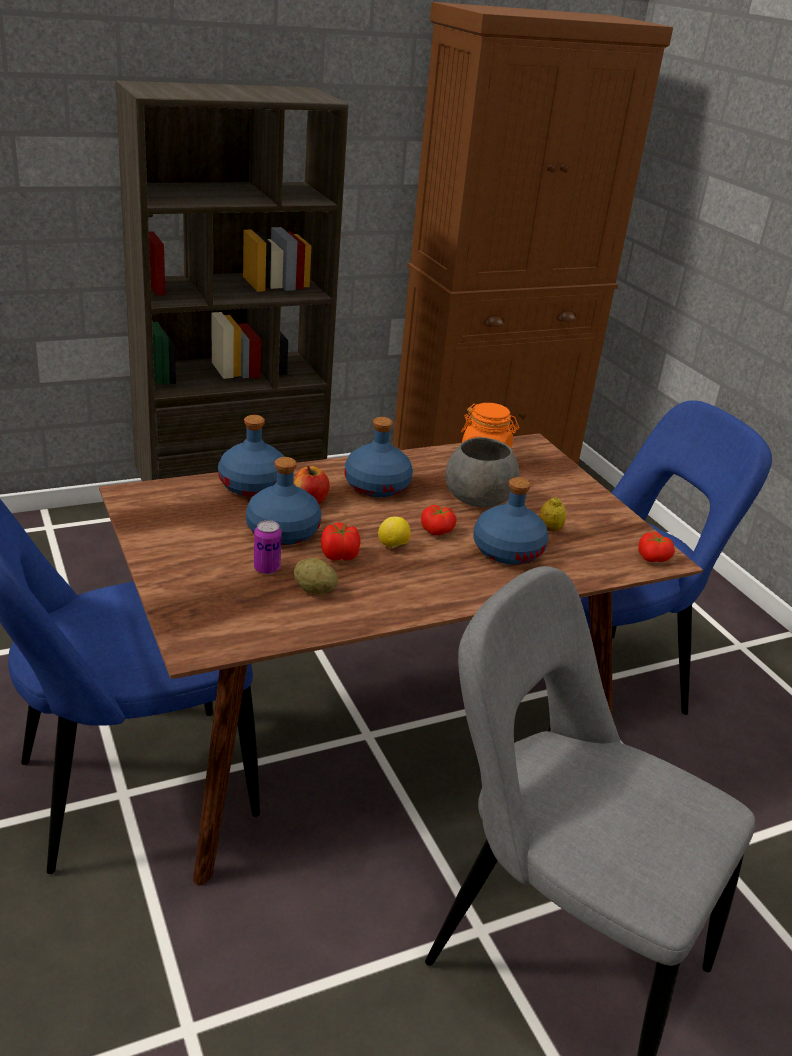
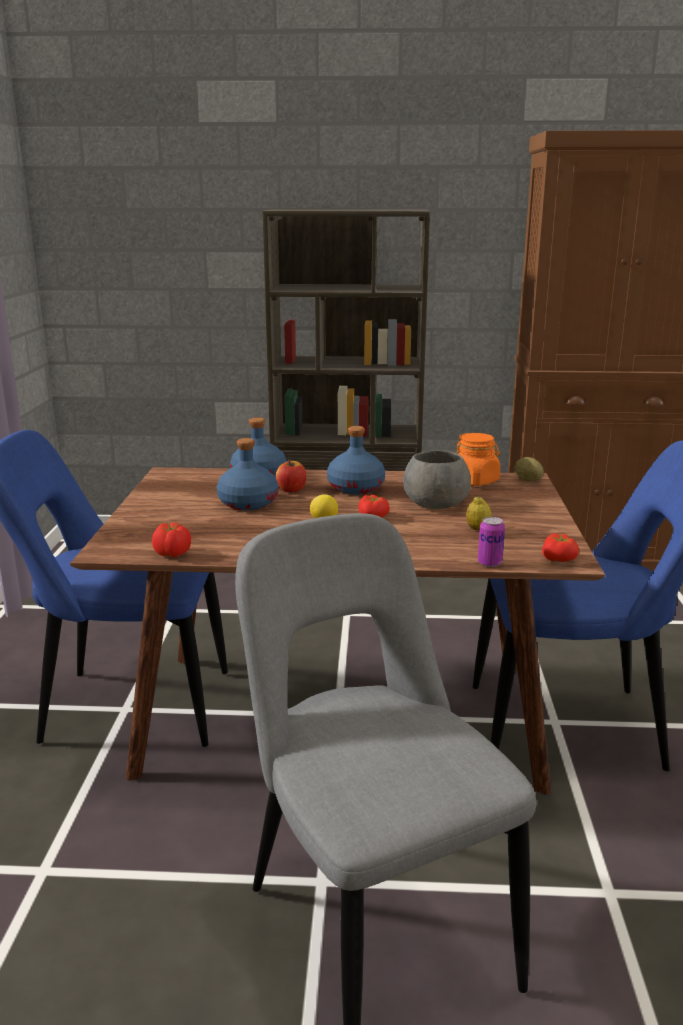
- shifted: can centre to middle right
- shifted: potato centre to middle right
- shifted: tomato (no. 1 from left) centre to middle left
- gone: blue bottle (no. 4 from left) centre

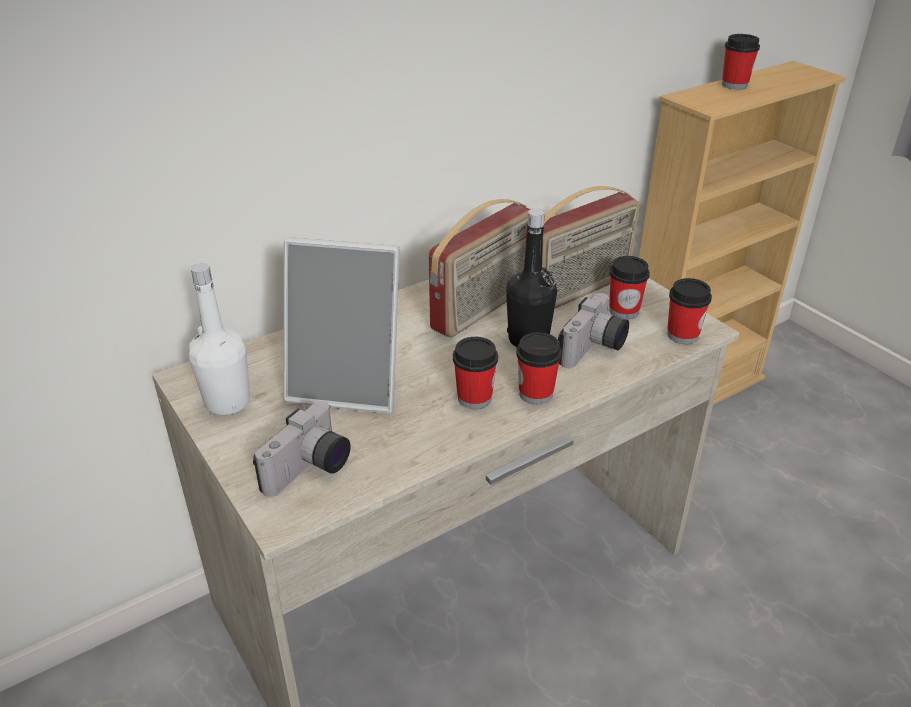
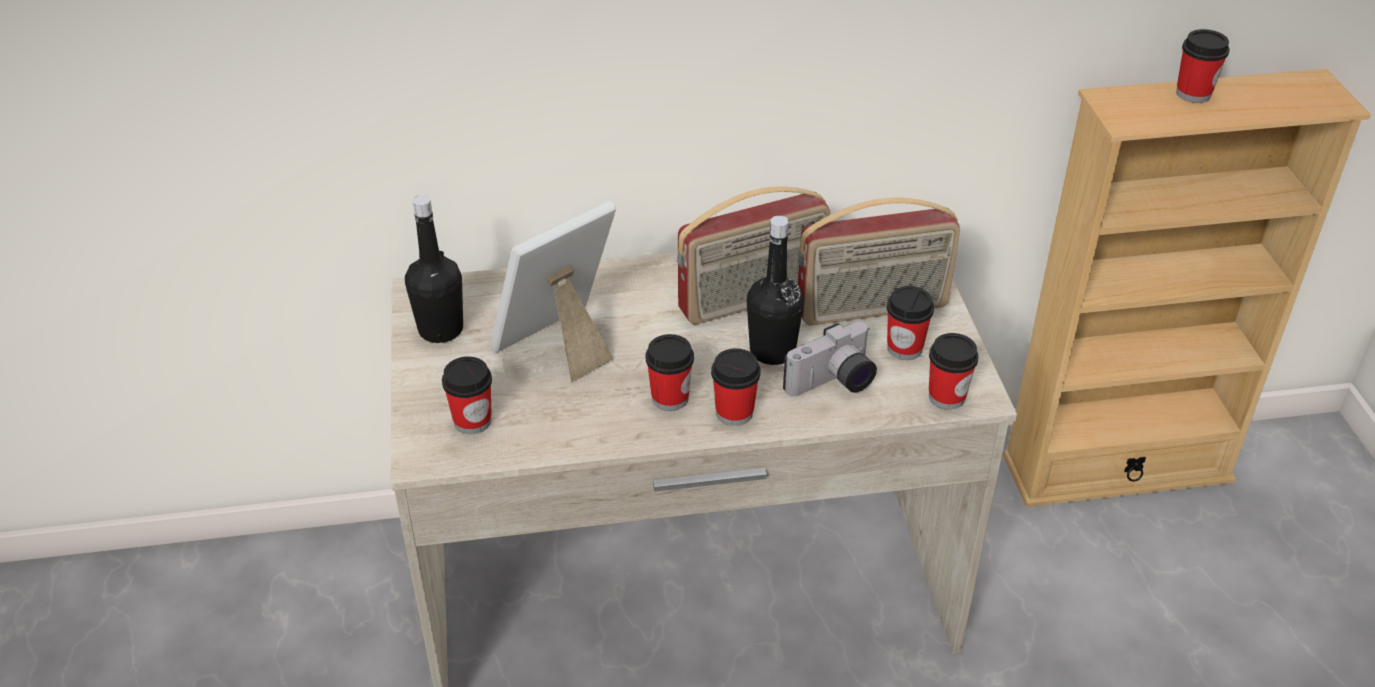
- repainted: white bottle middle left to black bottle (no. 1 from left) middle left
- swapped: photo camera (no. 1 from left) middle left to cup (no. 1 from left) centre
- rotated: picture frame centre = centre 105 degrees clockwise

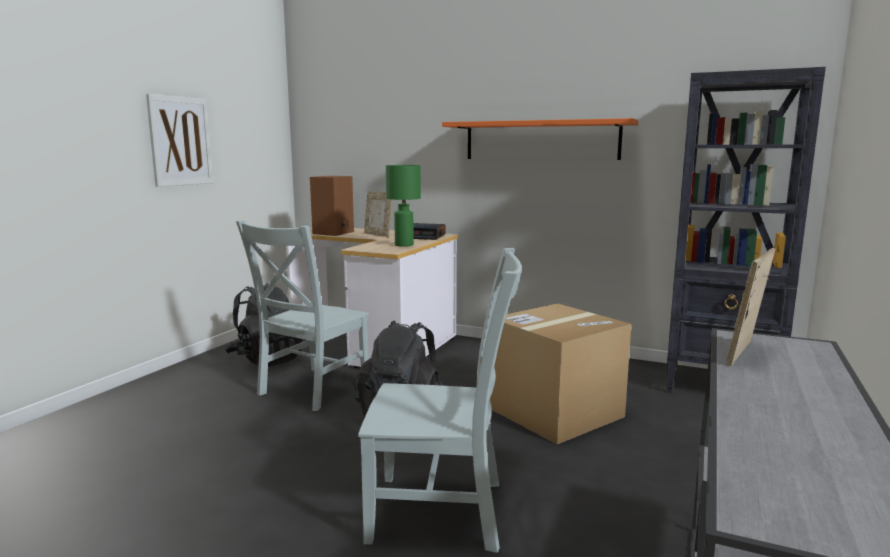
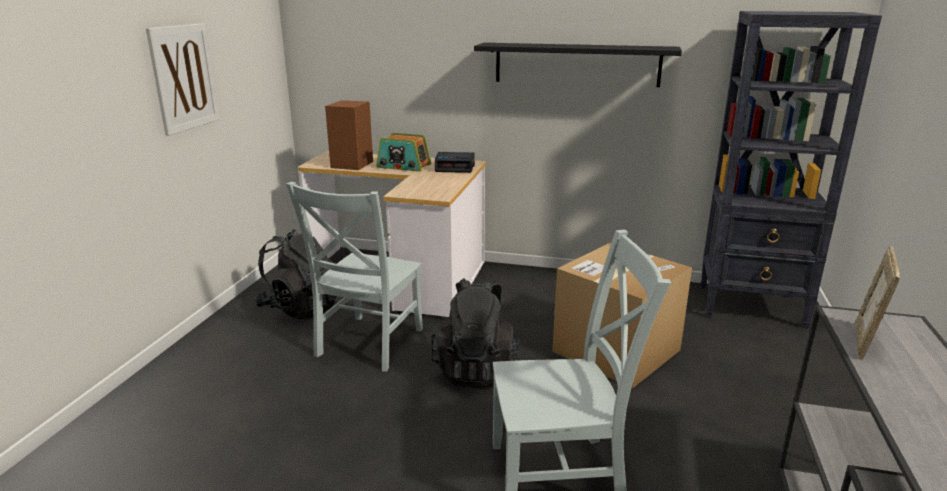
- swapped: picture frame (no. 1 from left) centre to radio top centre
- gone: green table lamp centre
- repainted: orange shelf top centre to black shelf top centre

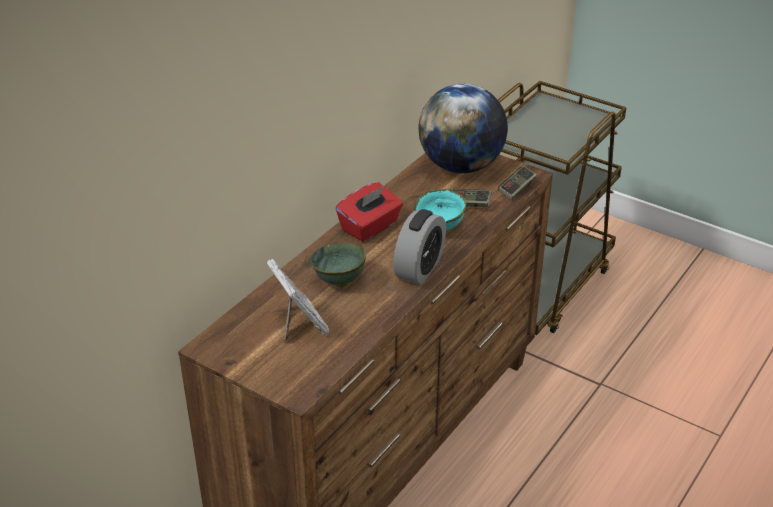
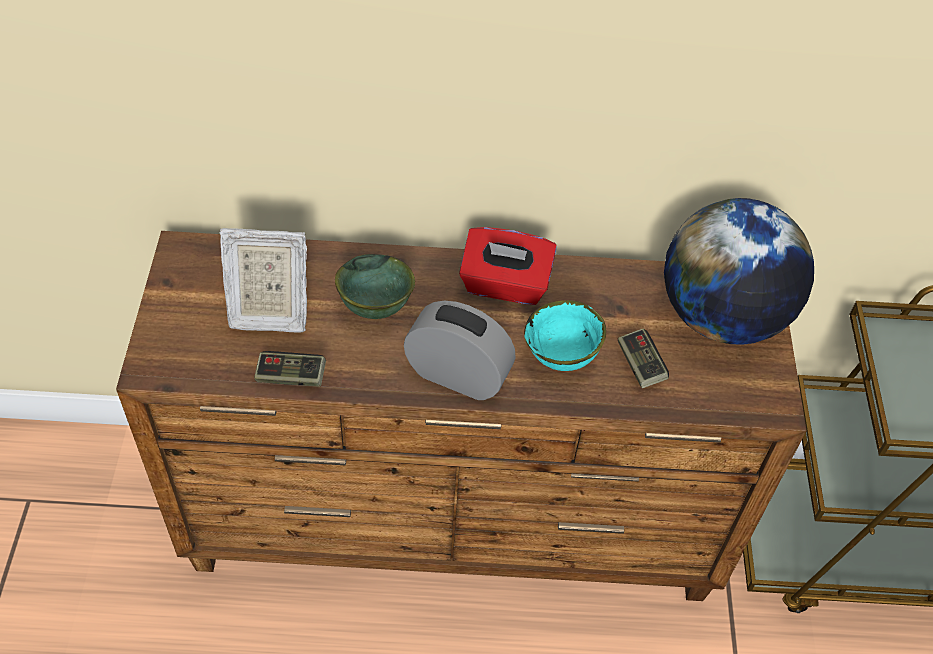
- rotated: picture frame centre = middle left 60 degrees clockwise
- rotated: alarm clock centre = centre 150 degrees counterclockwise
- shifted: game controller (no. 2 from left in the first image) middle right to game controller (no. 1 from left) middle left

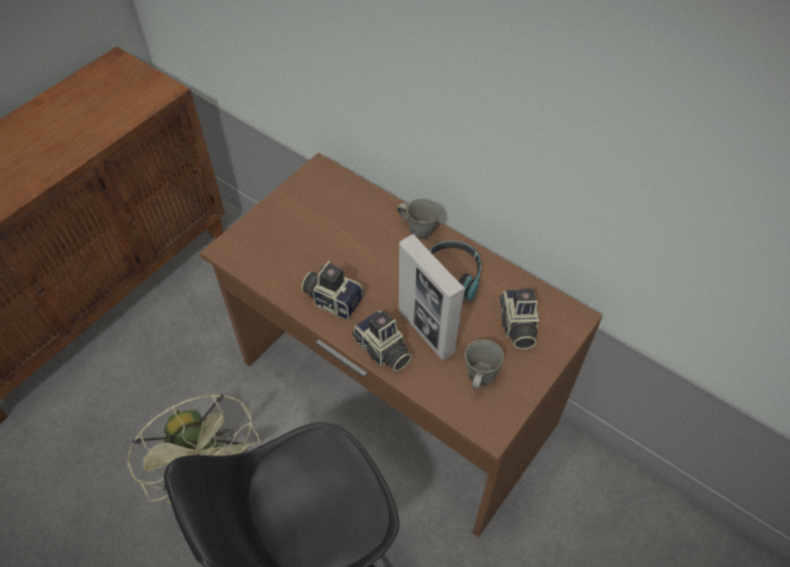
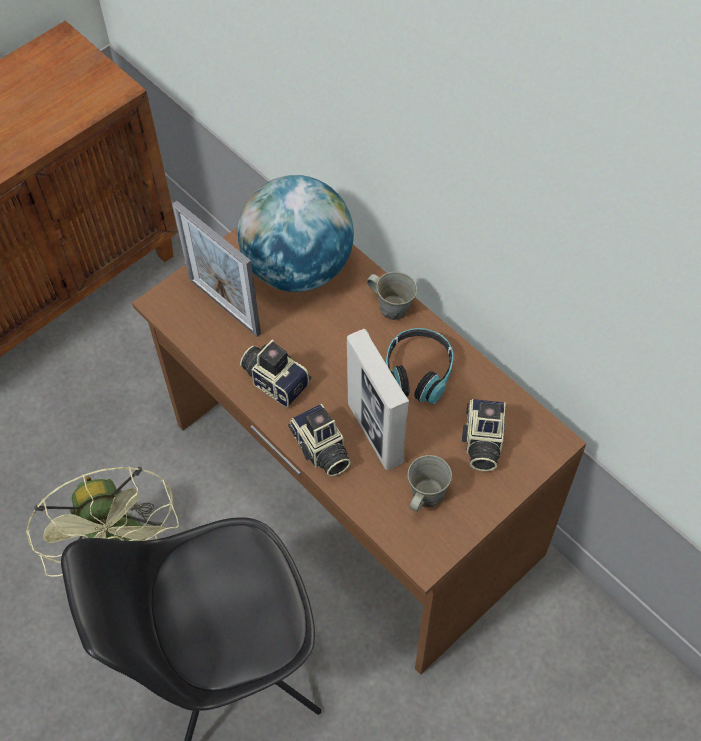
- new: picture frame (no. 1 from left) middle left
- new: globe top centre

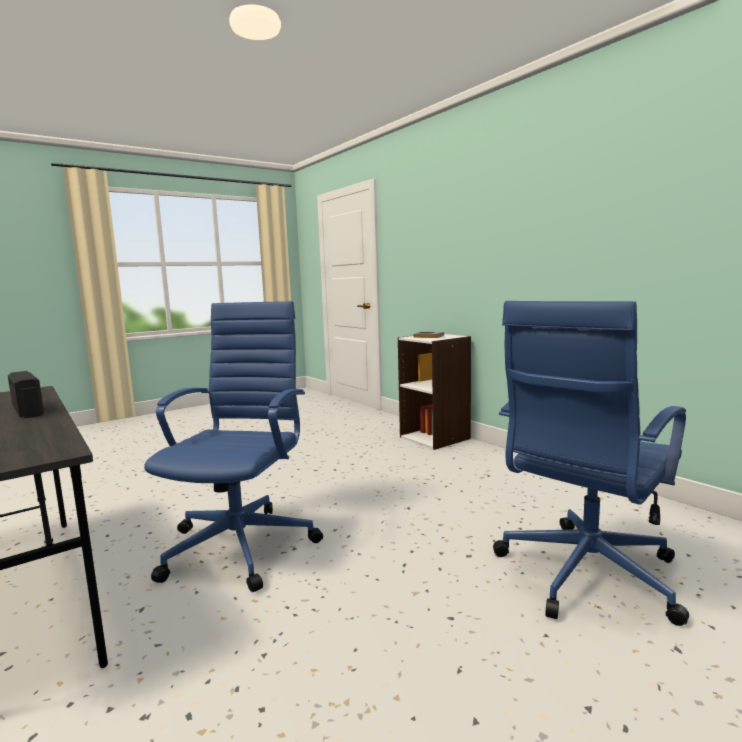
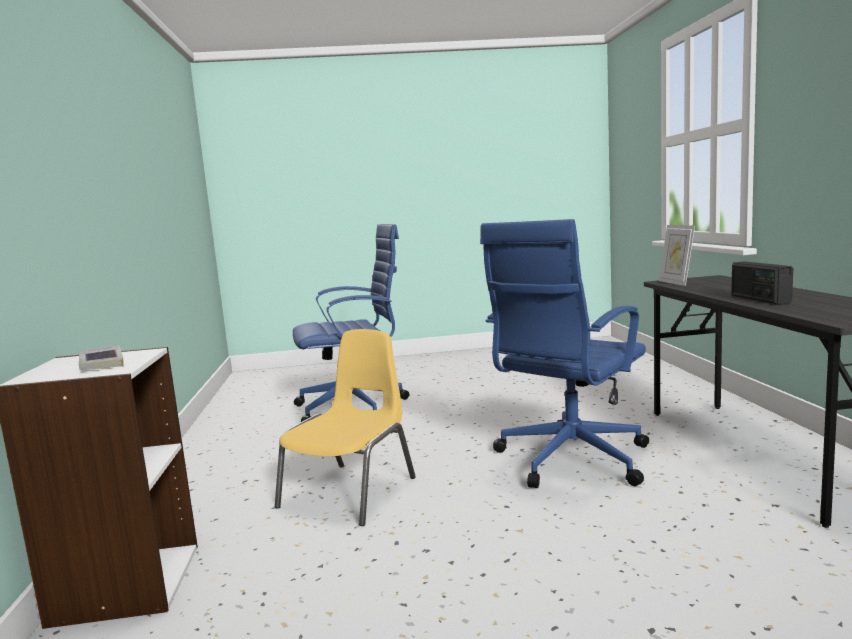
- new: yellow chair bottom centre
- new: picture frame middle right

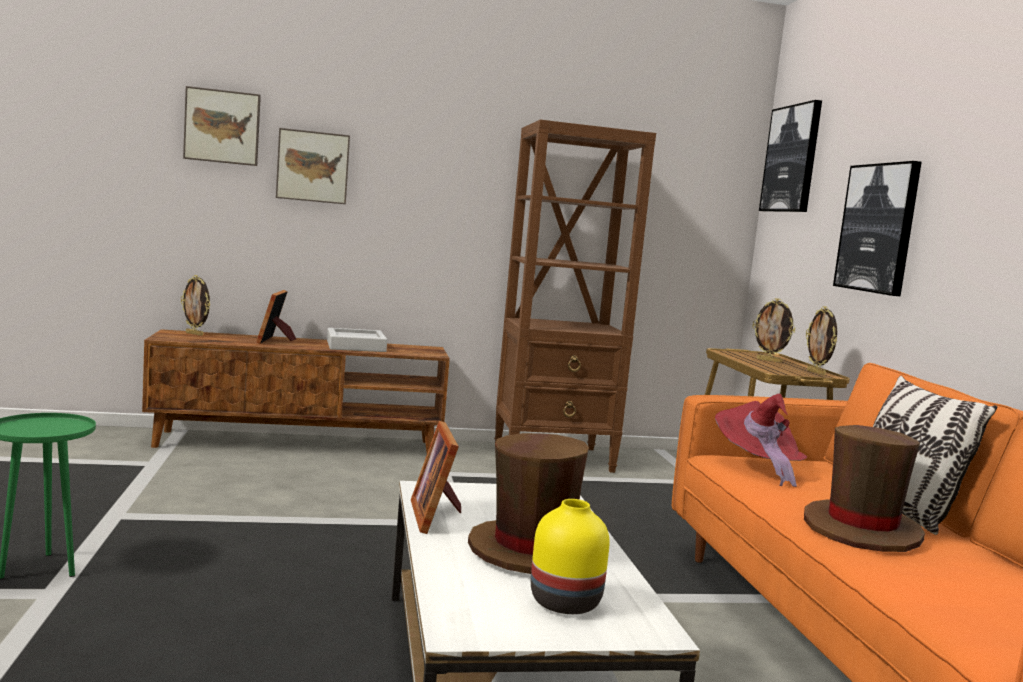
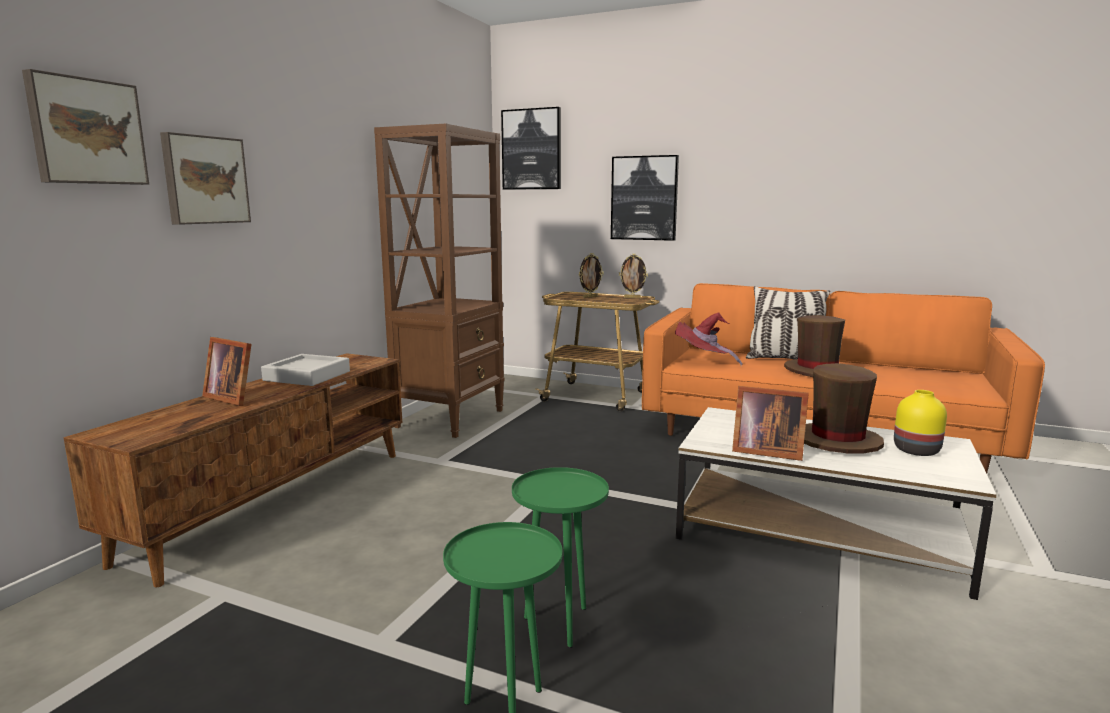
- gone: picture frame (no. 1 from left) middle left
- new: green side table (no. 2 from left) bottom centre

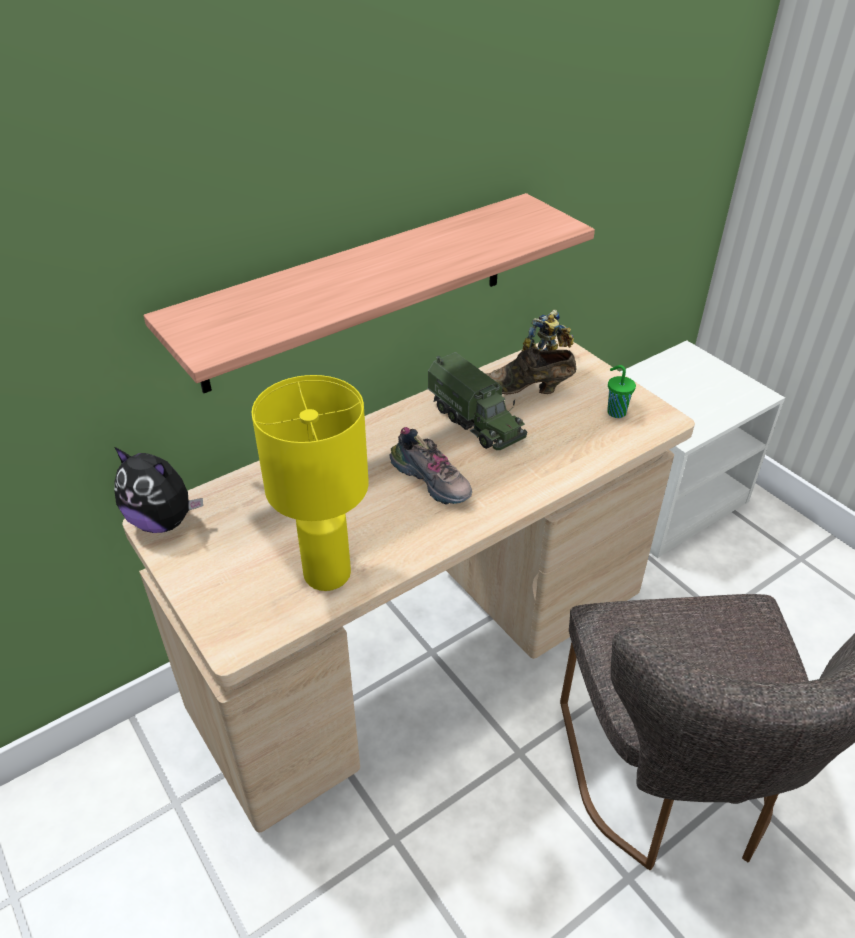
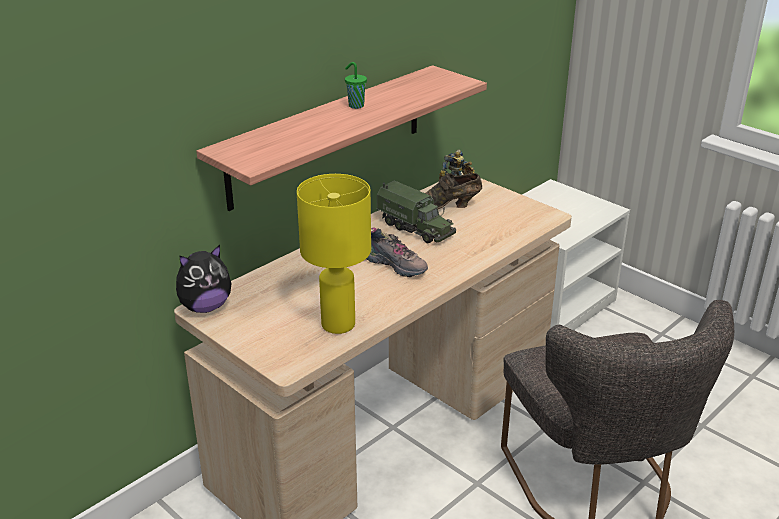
- rotated: plush toy middle left = middle left 45 degrees counterclockwise
- shifted: green cup middle right to top centre

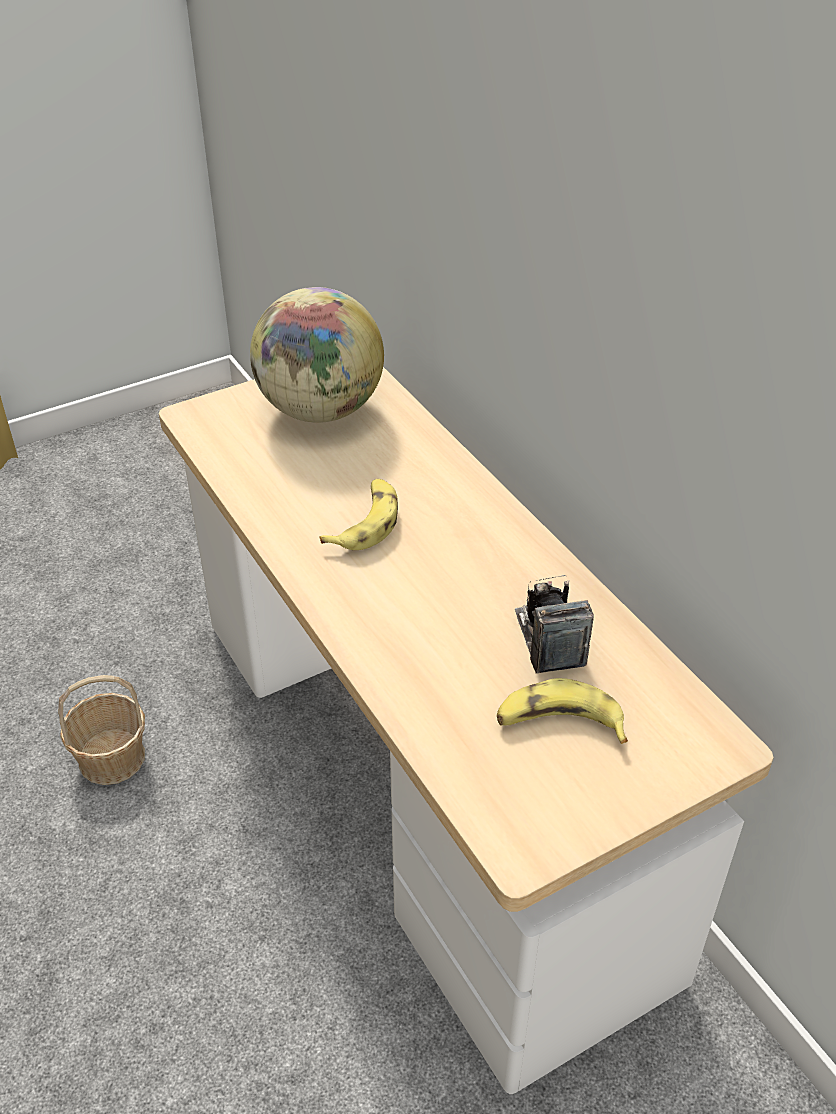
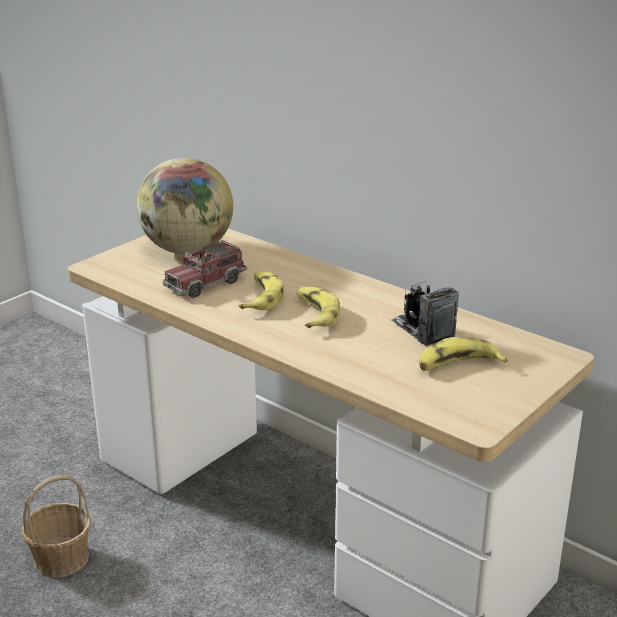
- new: toy truck middle left
- new: banana (no. 2 from left) centre

